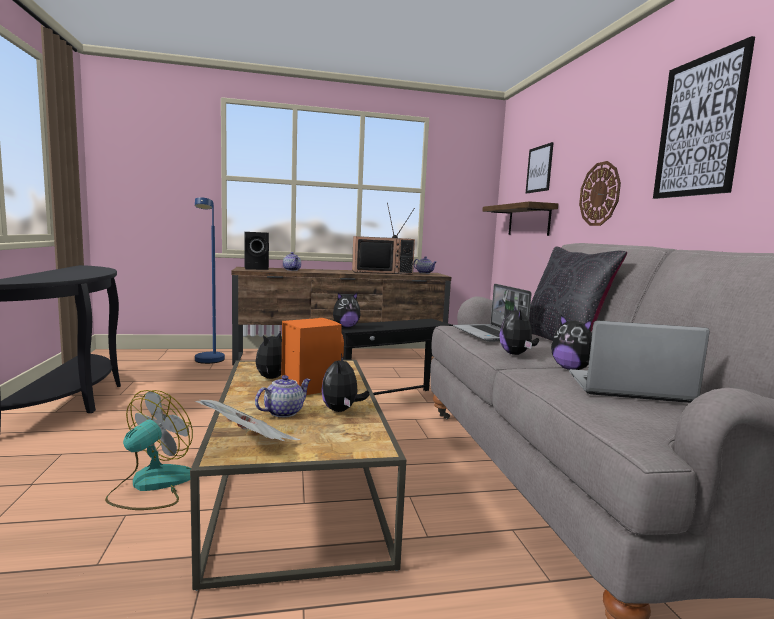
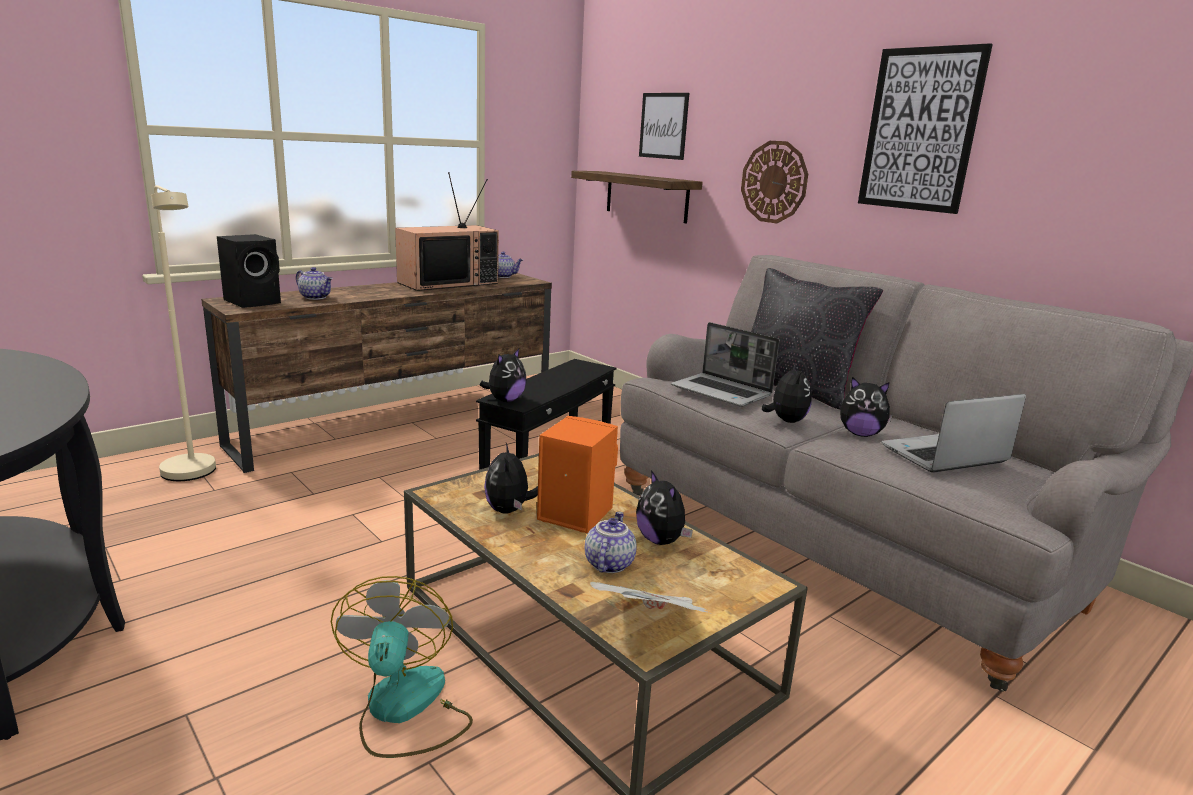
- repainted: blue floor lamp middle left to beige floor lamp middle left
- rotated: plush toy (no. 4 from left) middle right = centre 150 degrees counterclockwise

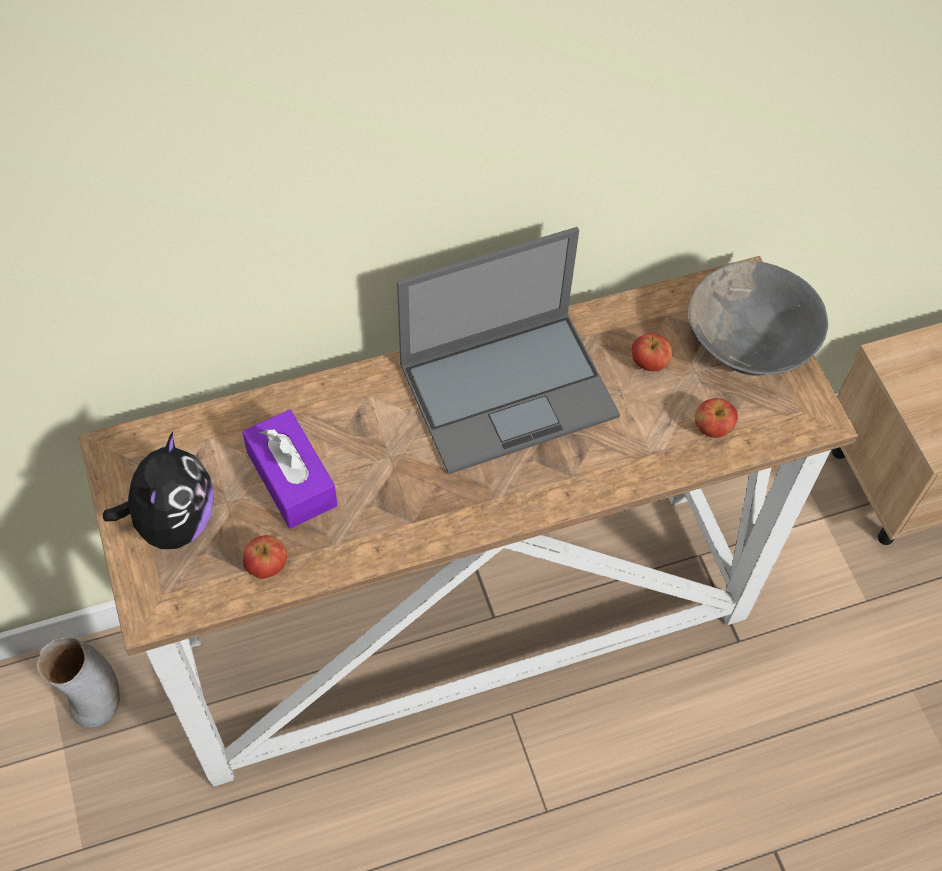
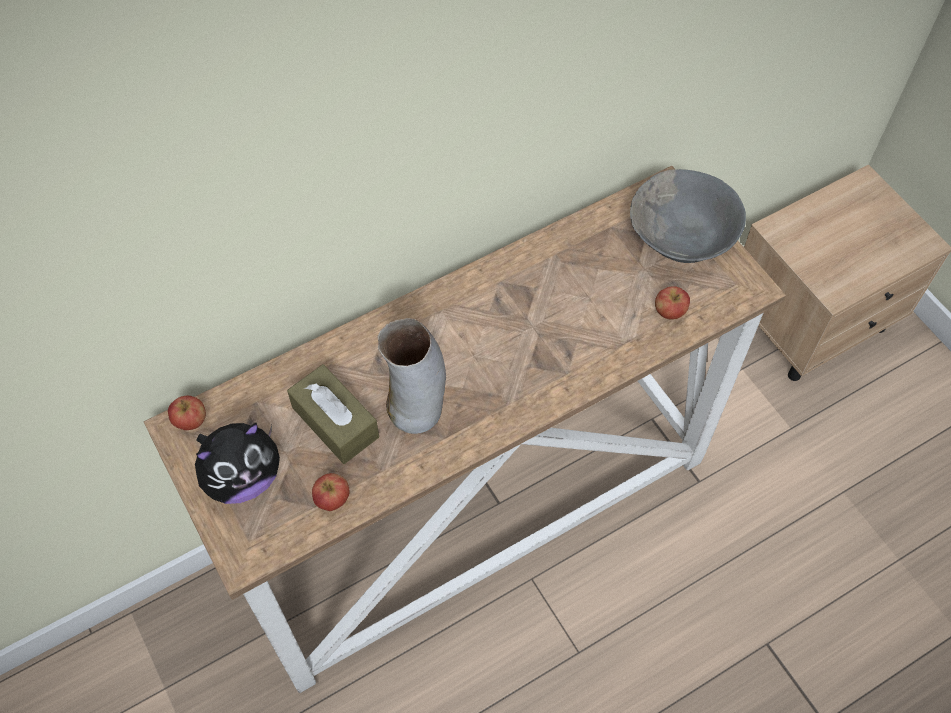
- shifted: vase bottom left to centre
- rotated: plush toy middle left = middle left 60 degrees clockwise
- repainted: purple tissue box middle left to brown tissue box centre
- gone: laptop centre
- shifted: apple (no. 2 from left in the first image) middle right to apple (no. 1 from left) middle left

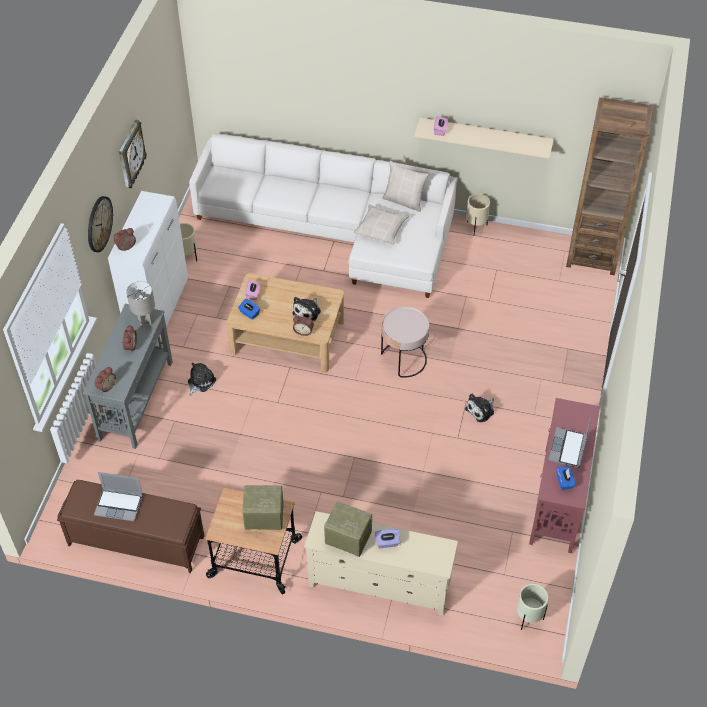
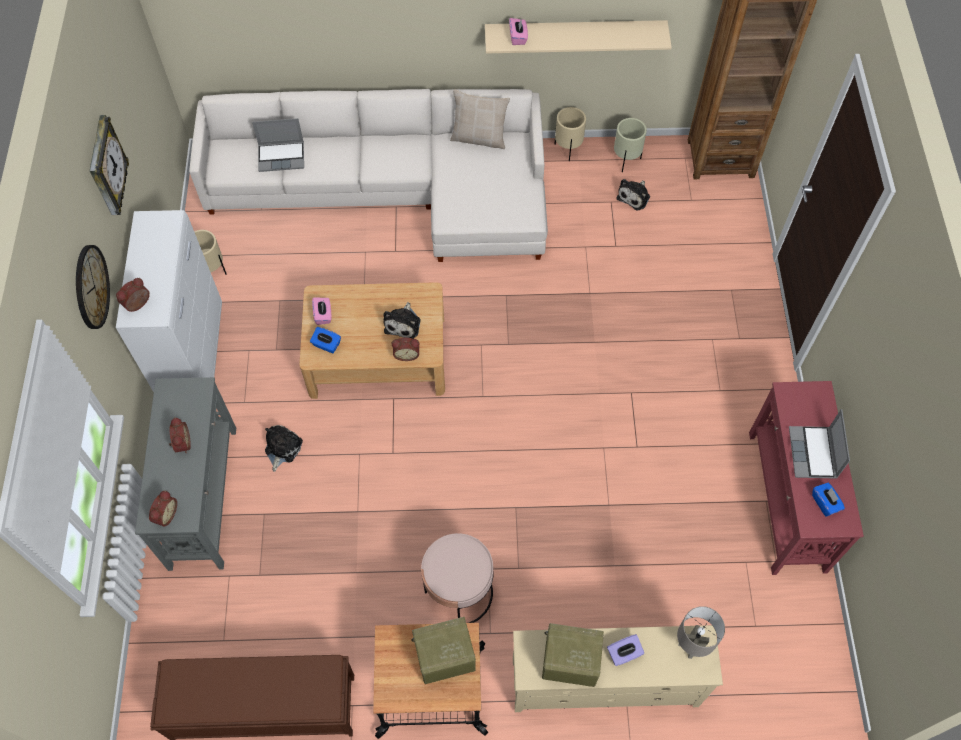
- shifted: laptop (no. 1 from left) bottom left to top left
- shifted: grey table lamp middle left to bottom right
- gone: beige pillow (no. 1 from left) top centre
- shifted: pink side table centre to bottom centre
- shifted: plush toy (no. 3 from left) middle right to top centre
- shifted: beige planter (no. 3 from left) bottom right to top centre

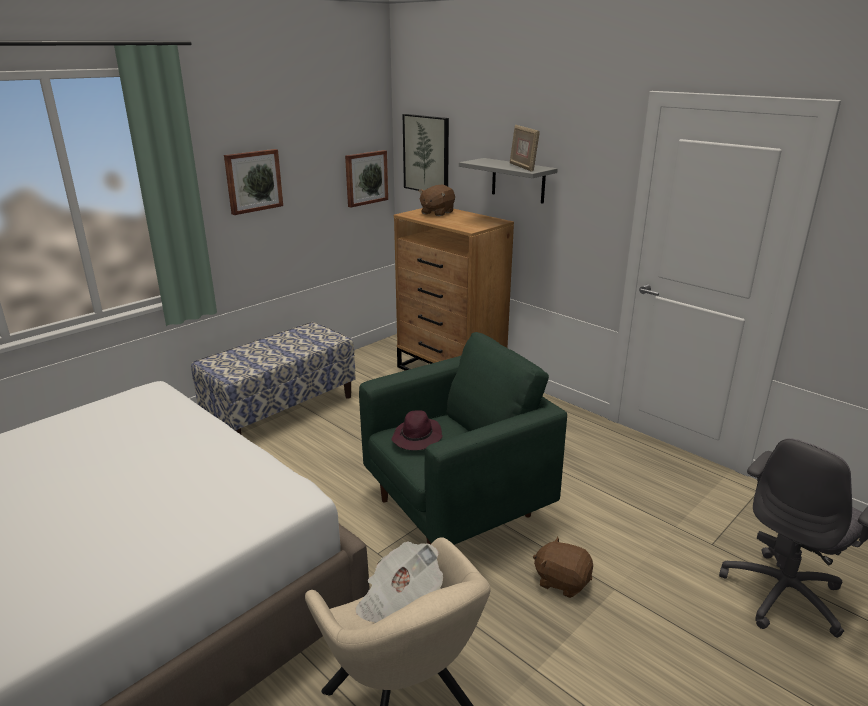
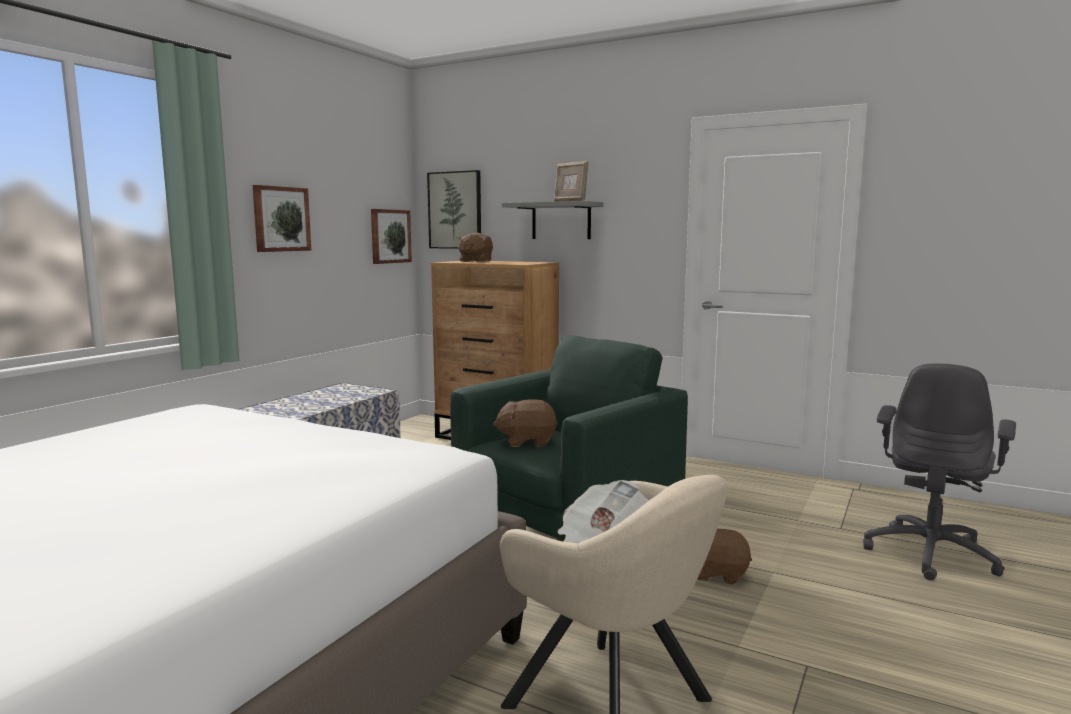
- swapped: purple hat centre to brown plush toy (no. 2 from left) centre

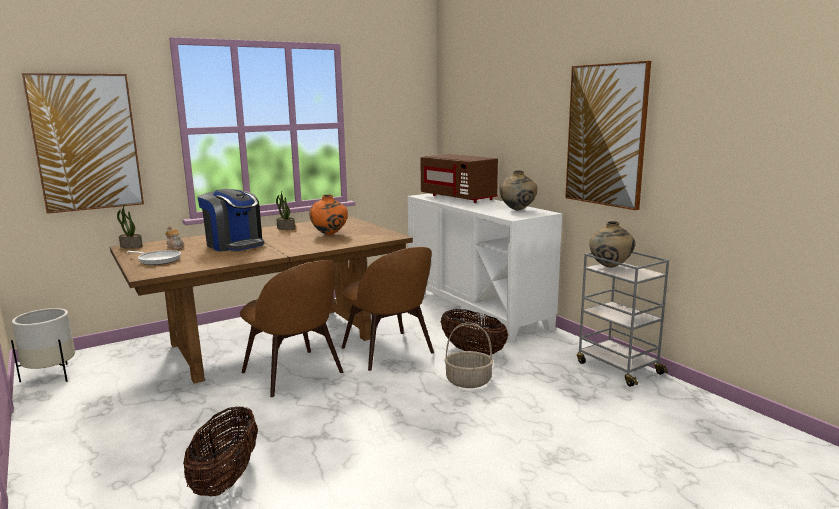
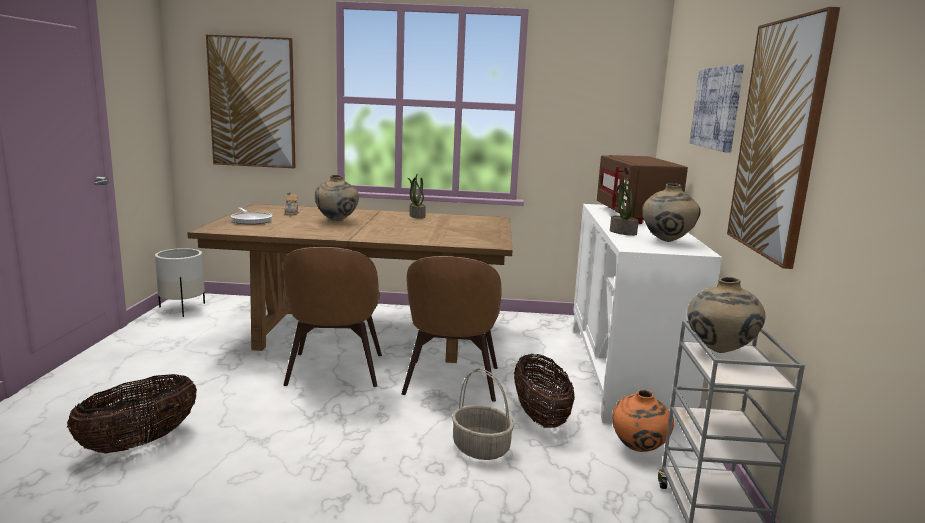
- shifted: potted plant (no. 1 from left in the first image) middle left to potted plant (no. 2 from left) middle right
- swapped: coffee machine middle left to beige vase (no. 1 from left) centre
- shifted: orange vase centre to bottom right
- new: picture (no. 2 from left) top right

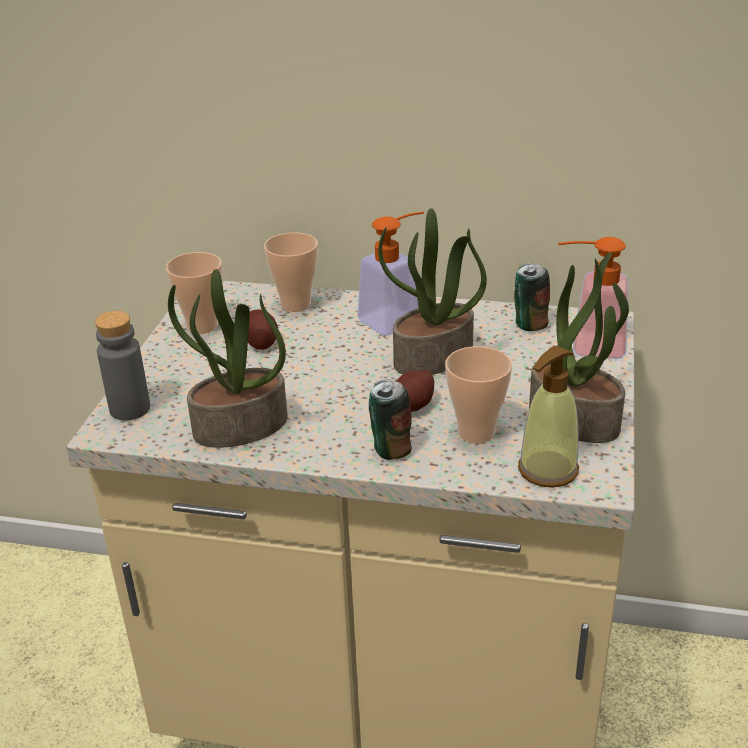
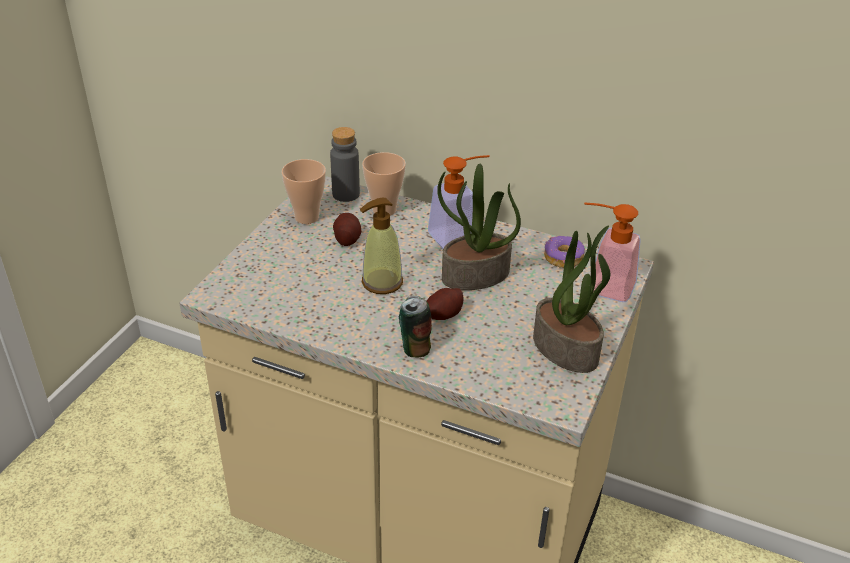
- shifted: grey bottle middle left to top centre
- gone: potted plant (no. 1 from left) middle left
- gone: cup (no. 3 from left) centre
- swapped: can (no. 2 from left) middle right to donut centre
- shifted: soap dispenser (no. 2 from left in the first image) middle right to soap dispenser (no. 1 from left) centre

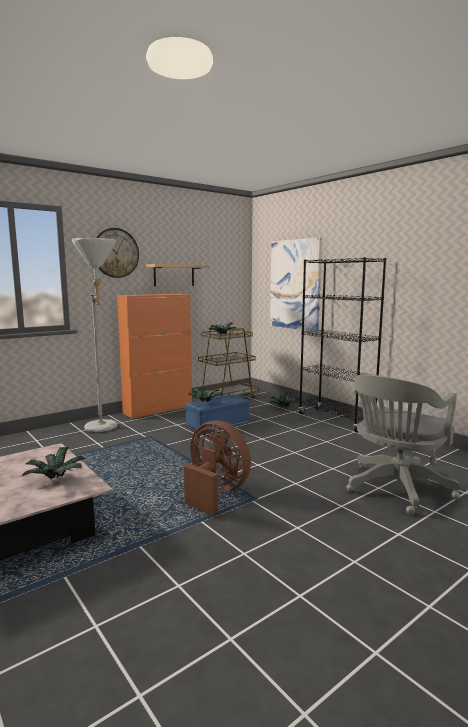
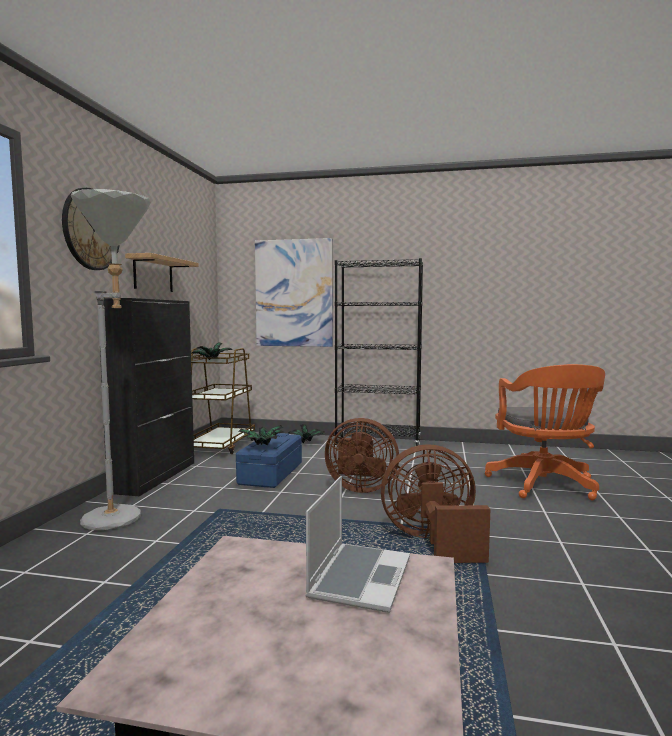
- swapped: potted plant (no. 1 from left) middle left to laptop bottom centre
- repainted: orange cabinet middle left to black cabinet middle left
- repainted: grey office chair middle right to orange office chair middle right
- new: brown fan (no. 1 from left) centre

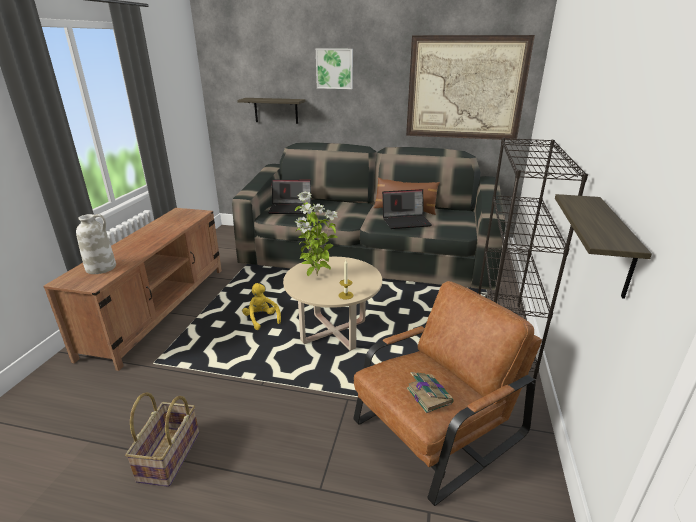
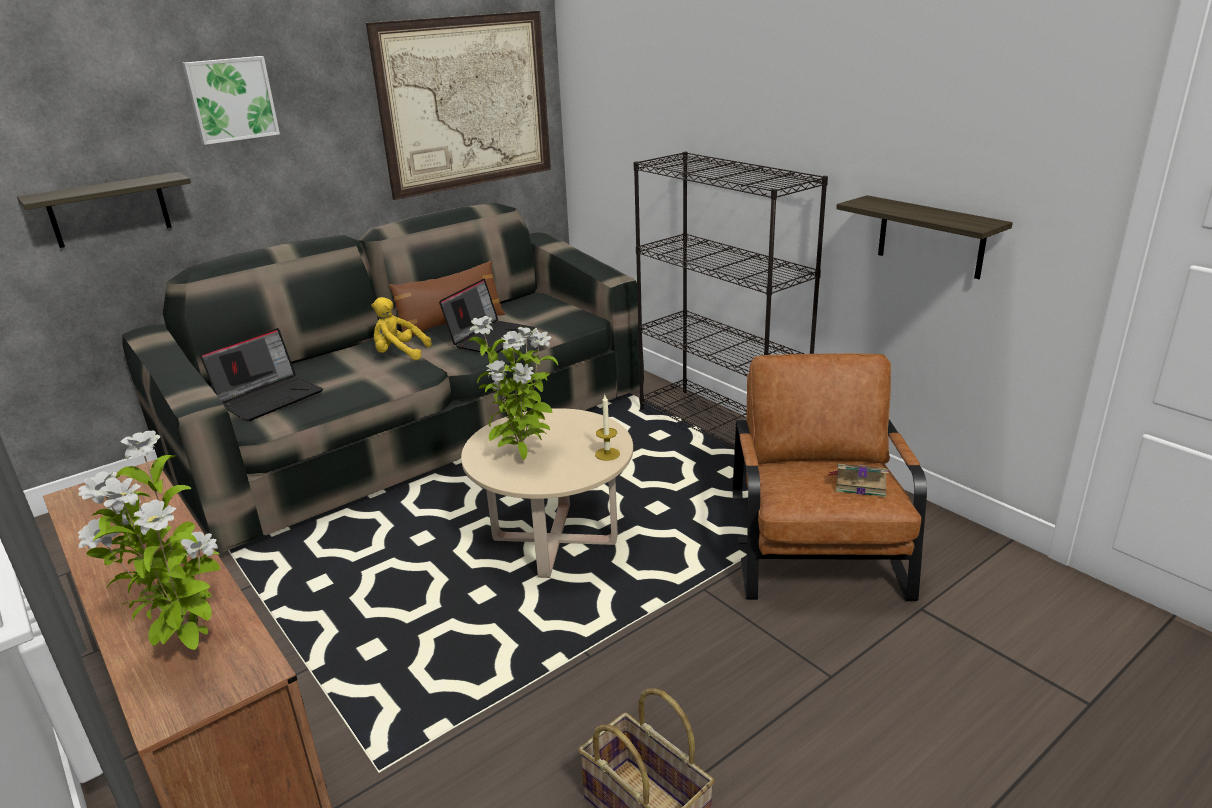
- swapped: white vase middle left to potted plant (no. 1 from left) bottom left
- shifted: yellow plush toy centre to middle left

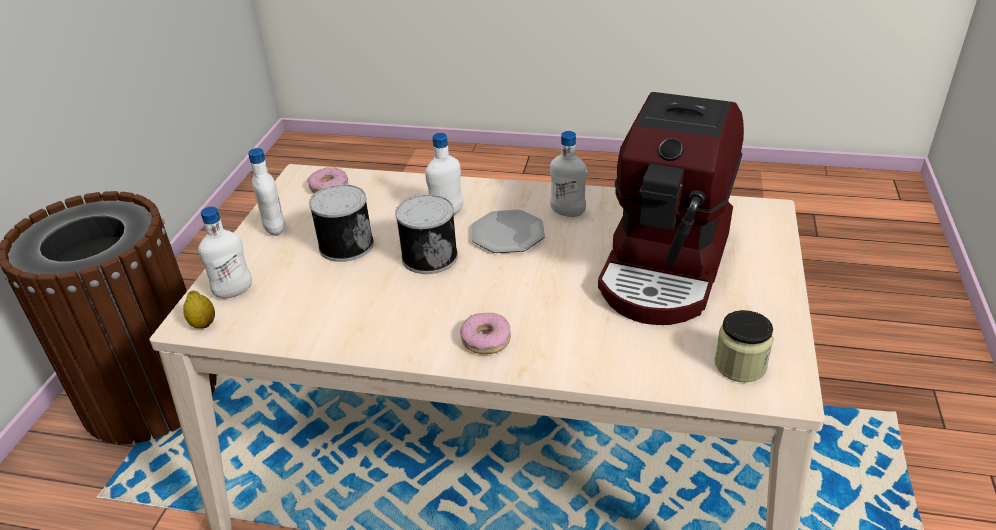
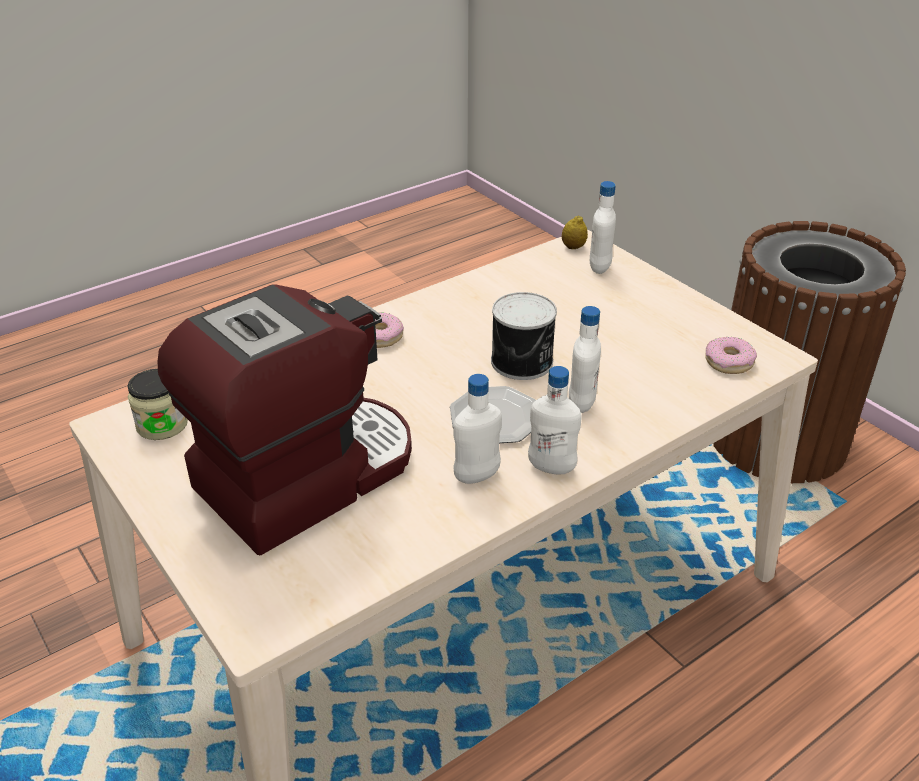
- shifted: white bottle (no. 2 from left) middle left to centre
- gone: can (no. 1 from left) centre
- rotated: coffee machine middle right = middle left 75 degrees clockwise

